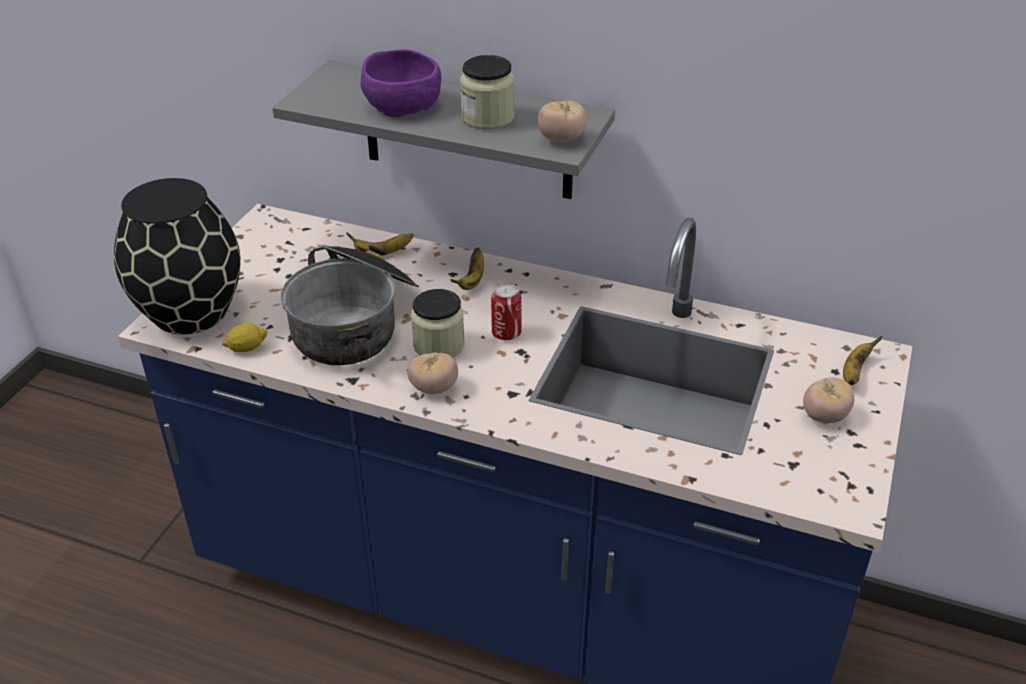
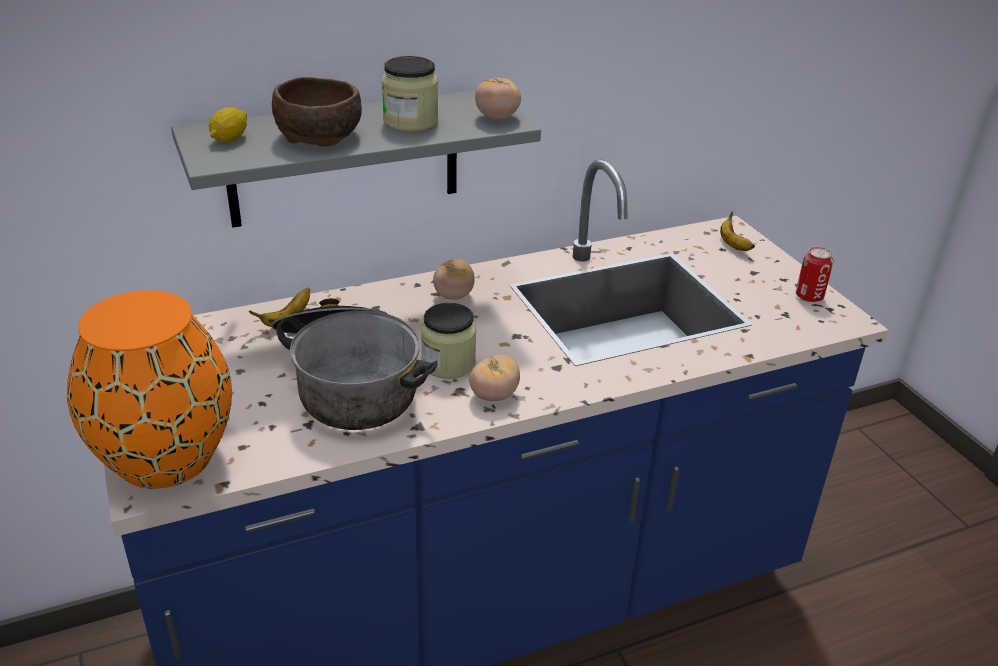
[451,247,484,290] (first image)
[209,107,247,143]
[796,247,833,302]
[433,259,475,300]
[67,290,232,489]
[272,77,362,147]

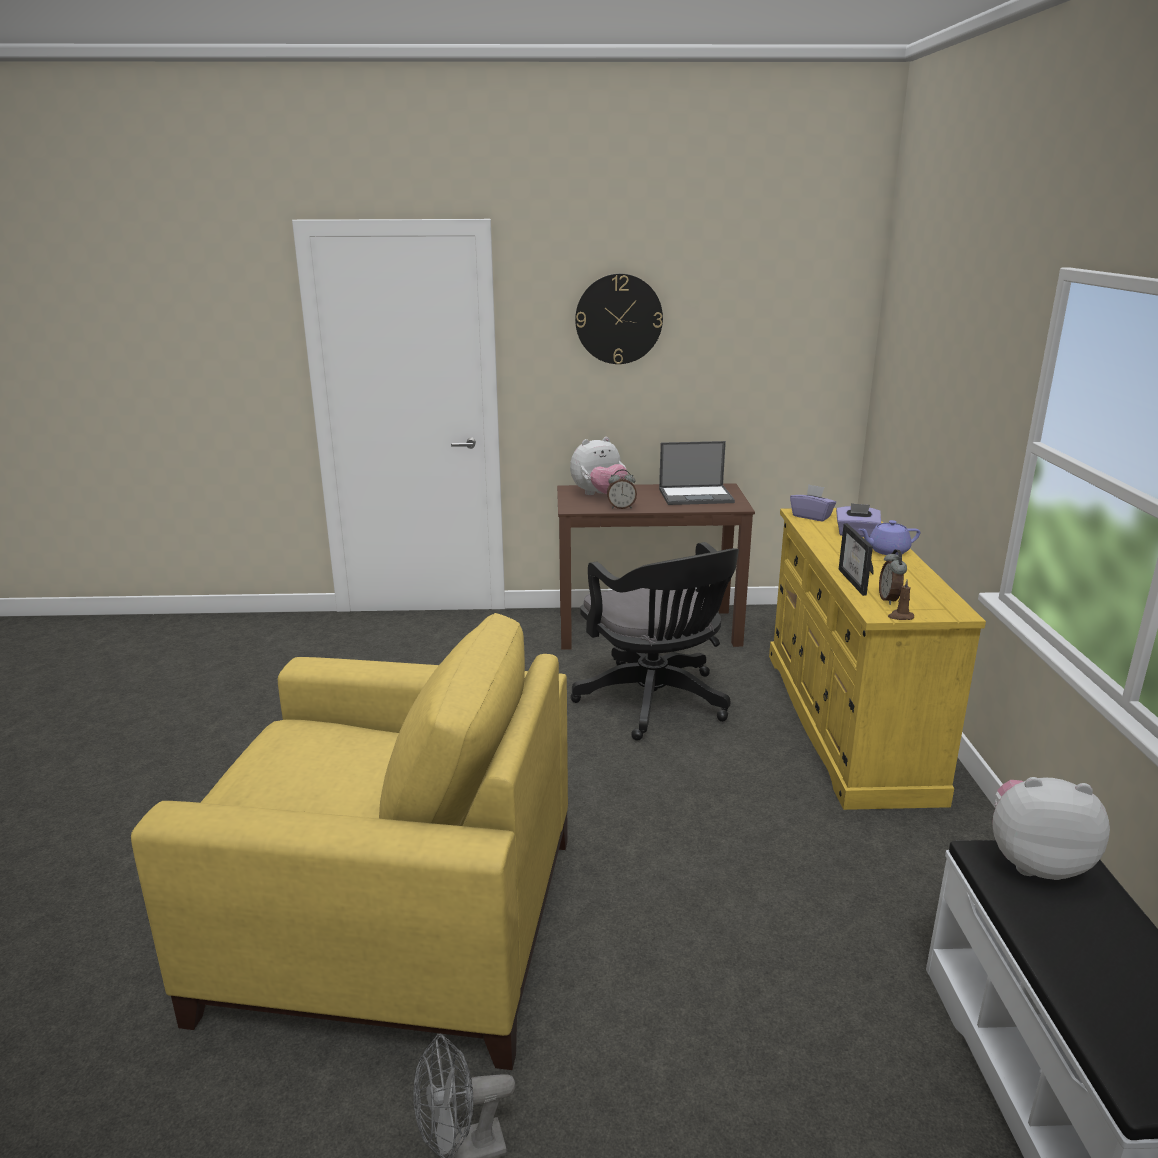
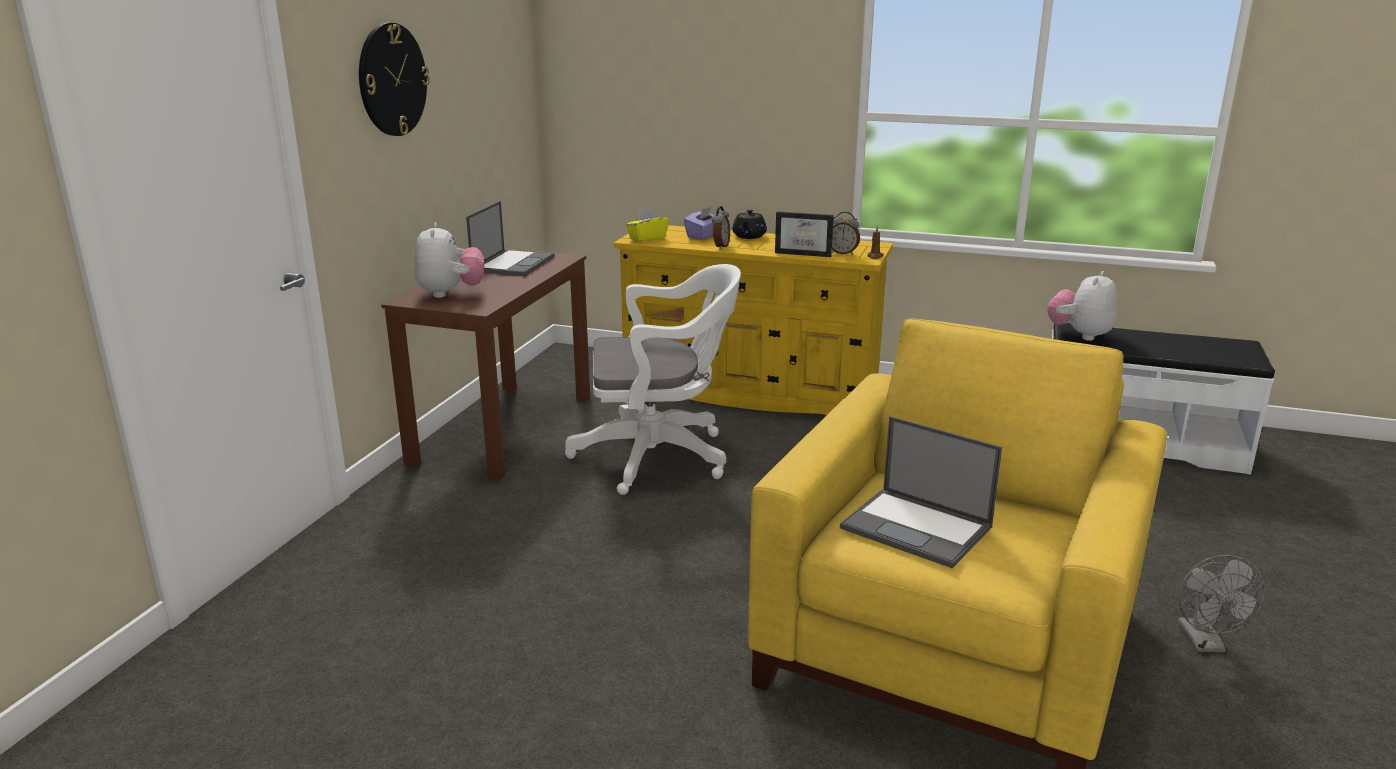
[840,416,1002,568]
[712,206,730,249]
[565,264,741,495]
[626,208,669,242]
[732,209,767,239]

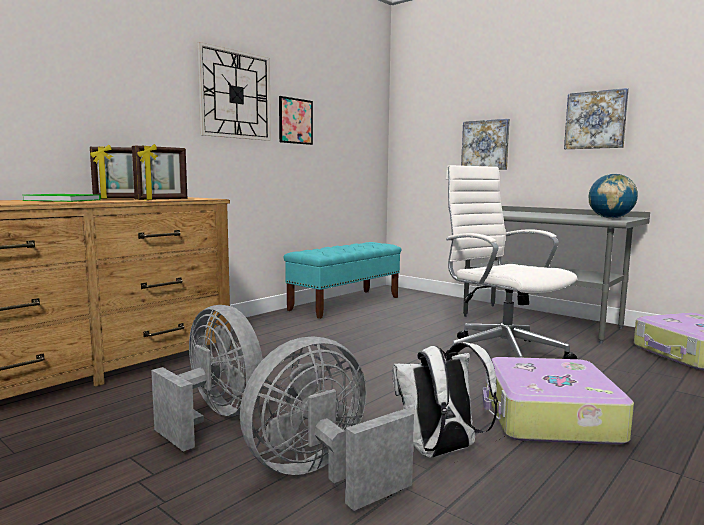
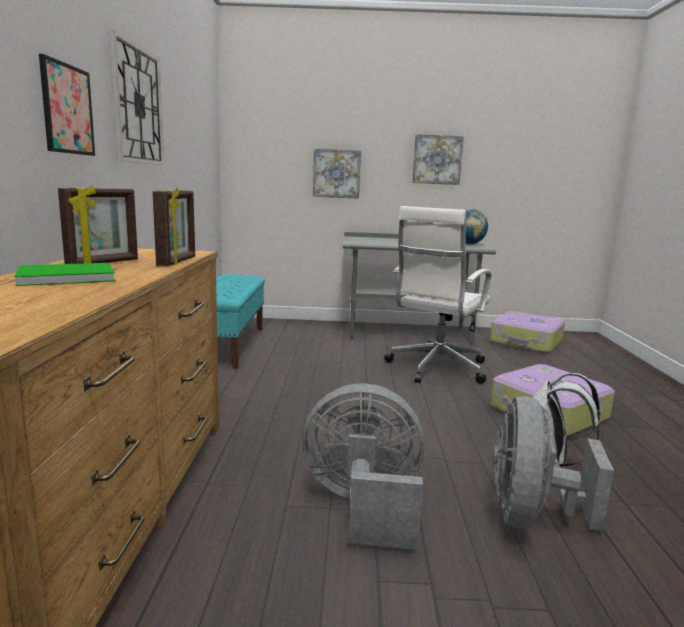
[39,54,95,156]
[384,206,491,384]

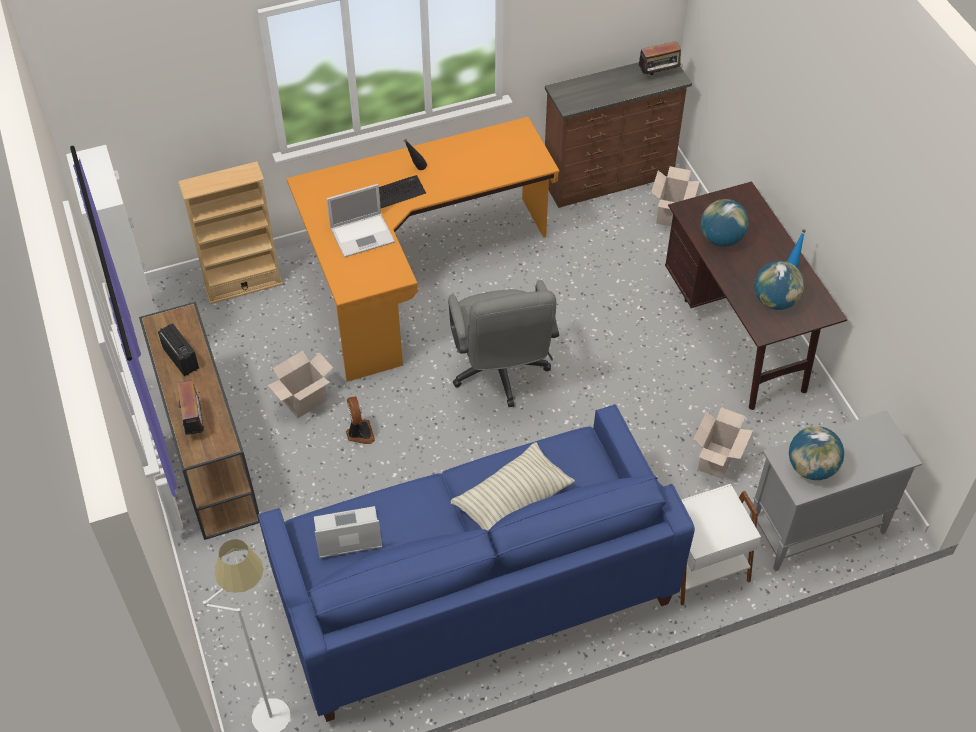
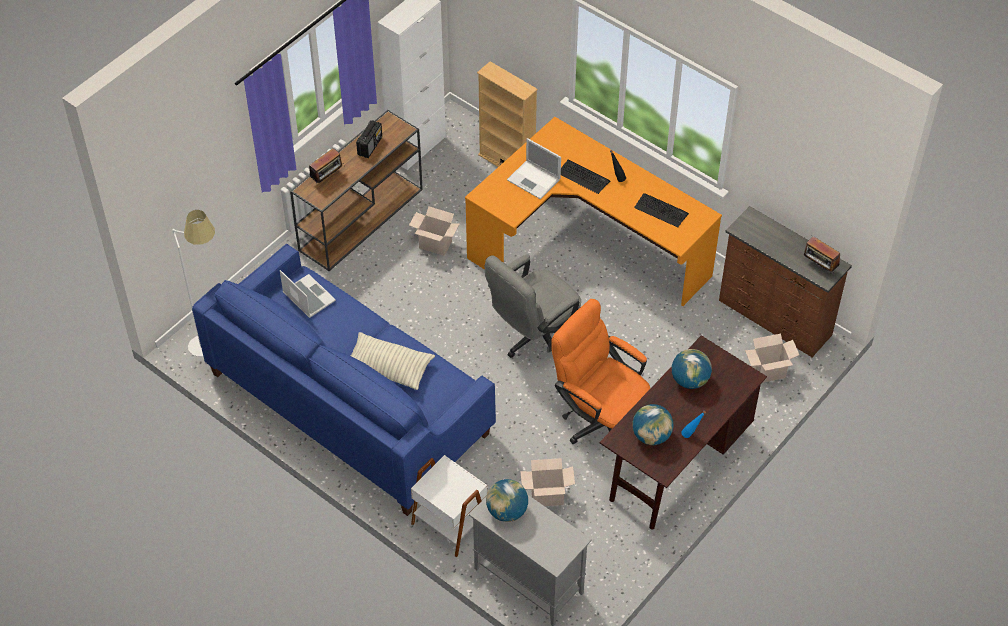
[346,396,375,444] (first image)
[552,299,650,460]
[634,193,689,227]

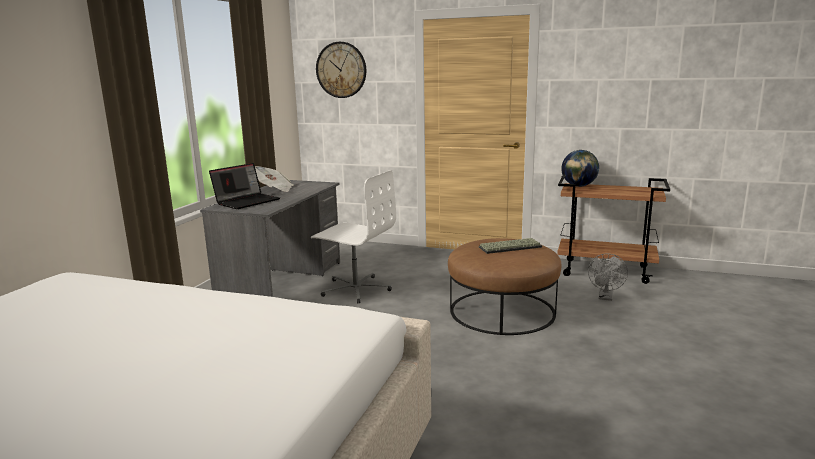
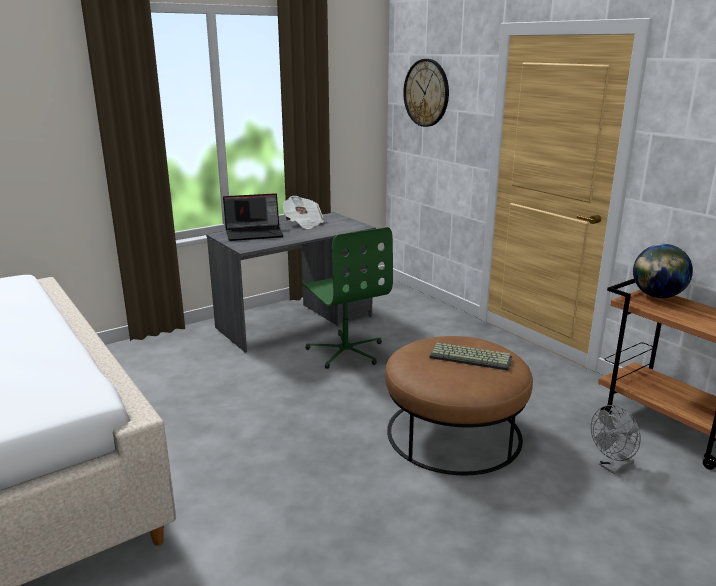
[303,227,393,369]

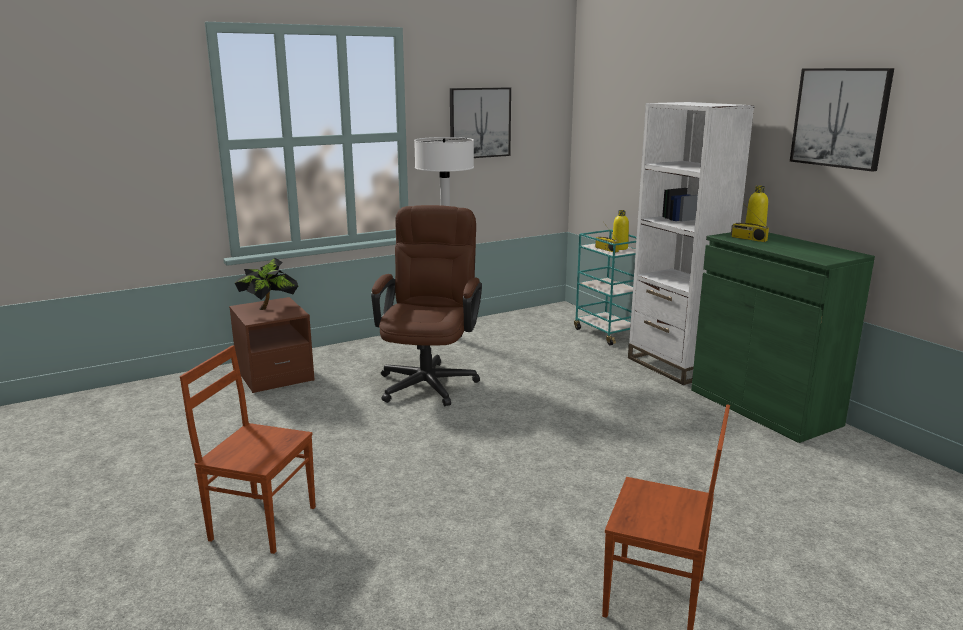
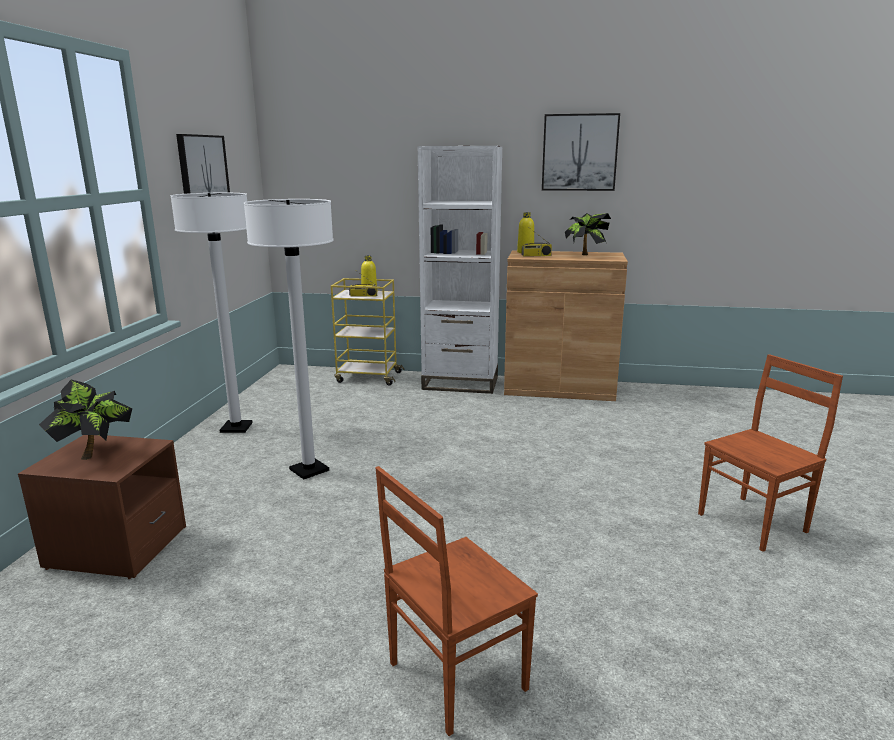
[565,213,611,255]
[244,199,334,479]
[331,278,405,385]
[504,250,628,401]

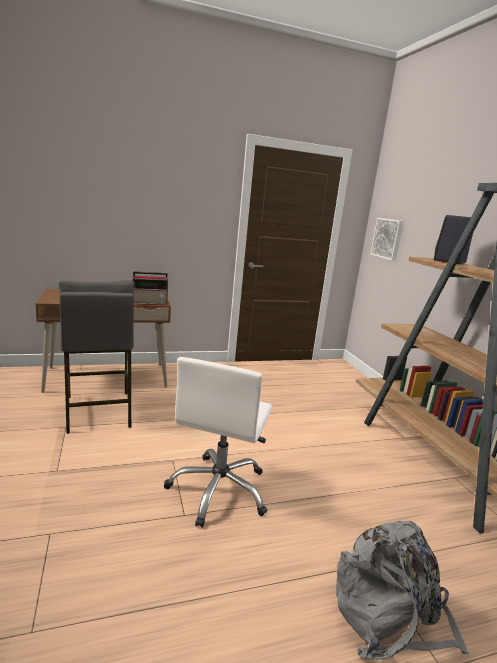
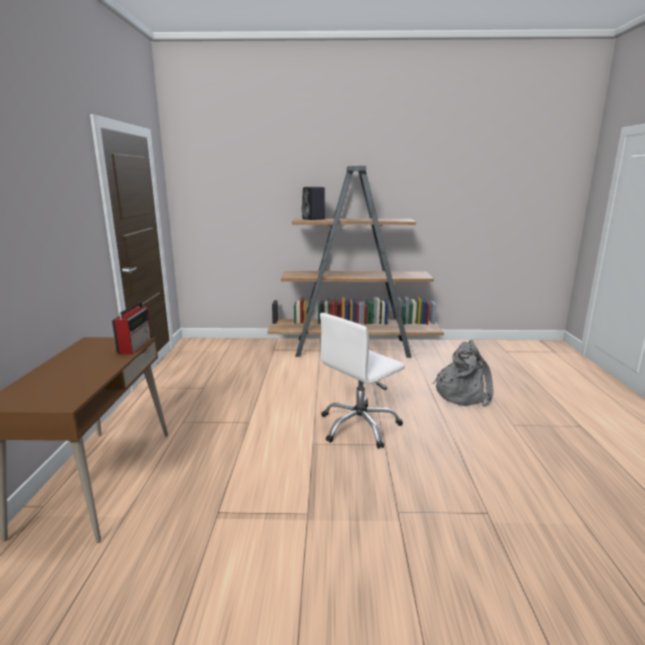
[59,280,134,434] (first image)
[370,218,404,261] (first image)
[320,313,405,449]

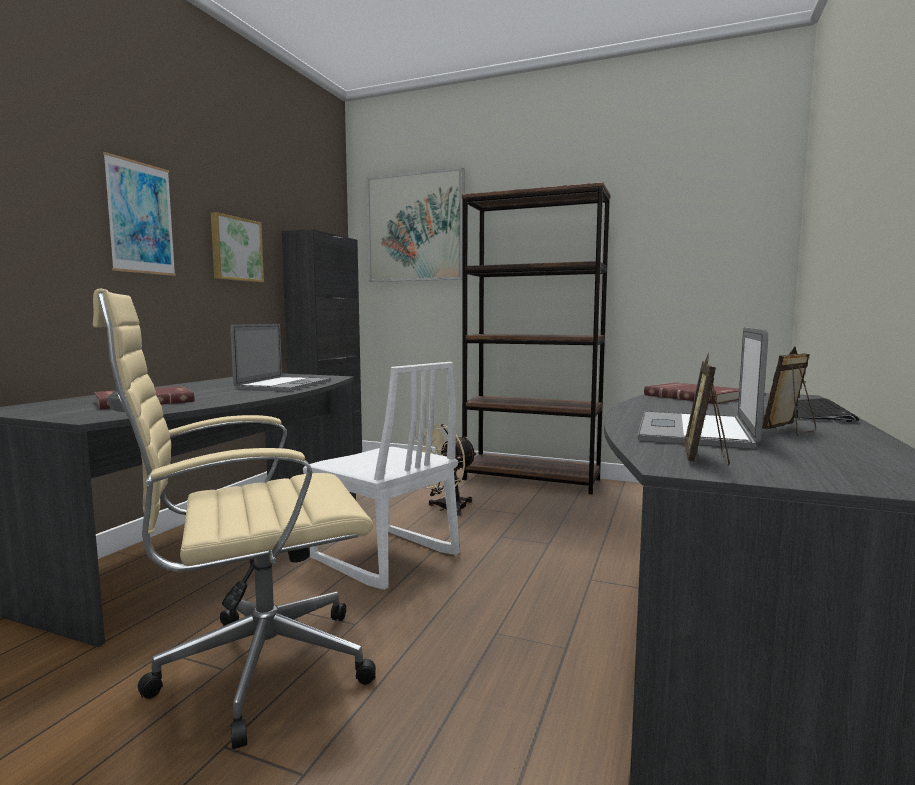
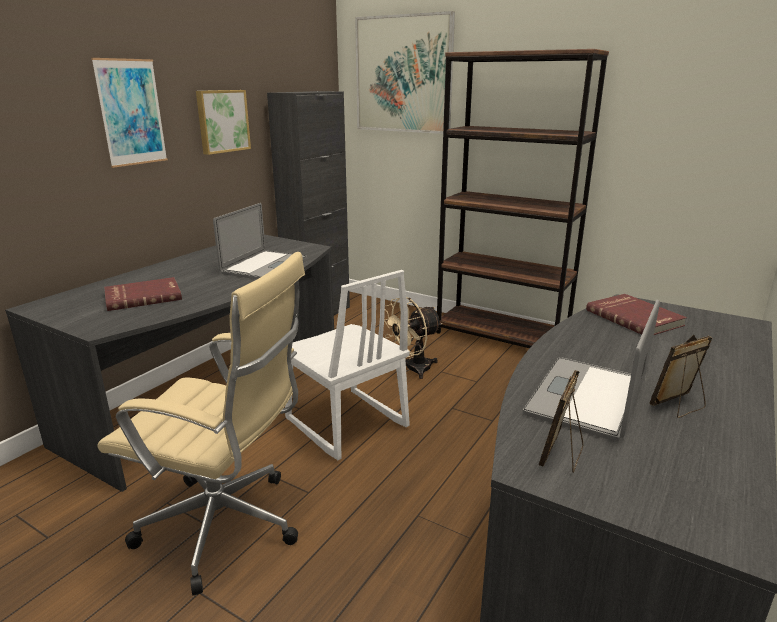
[794,398,859,422] (first image)
[97,252,305,596]

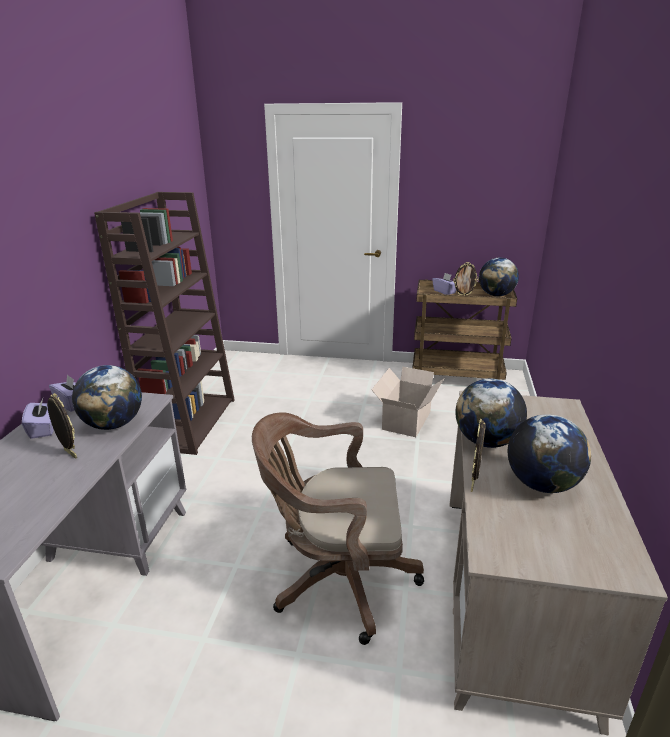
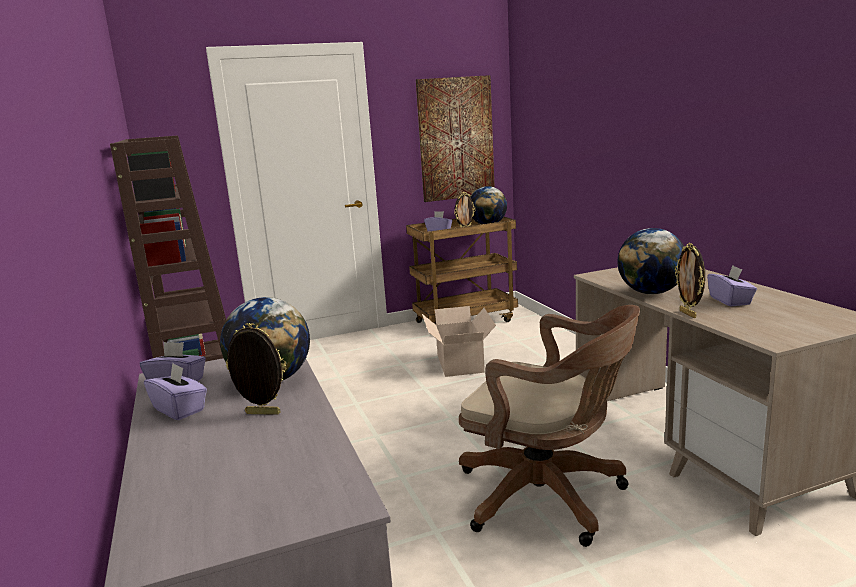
[416,75,495,202]
[707,265,757,307]
[459,305,640,547]

